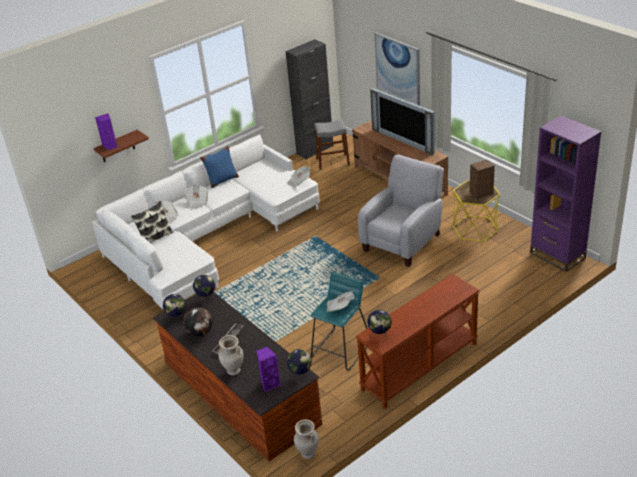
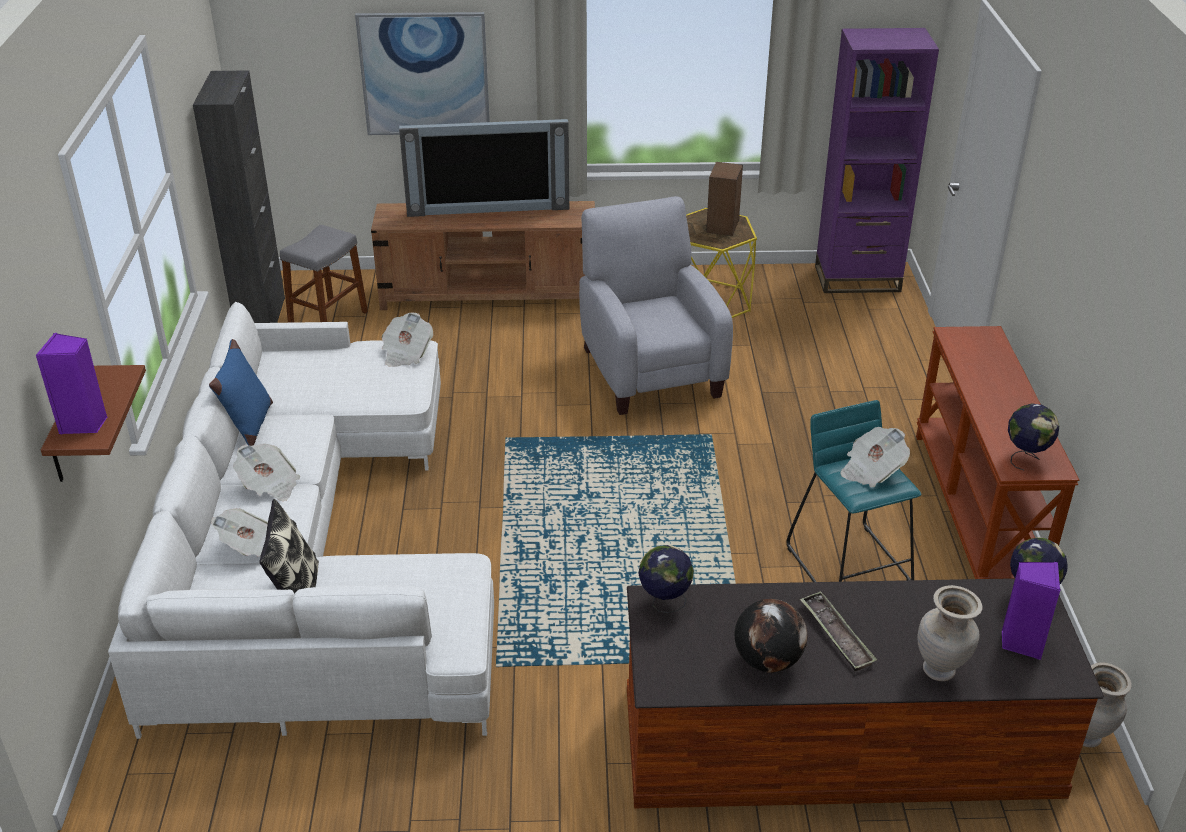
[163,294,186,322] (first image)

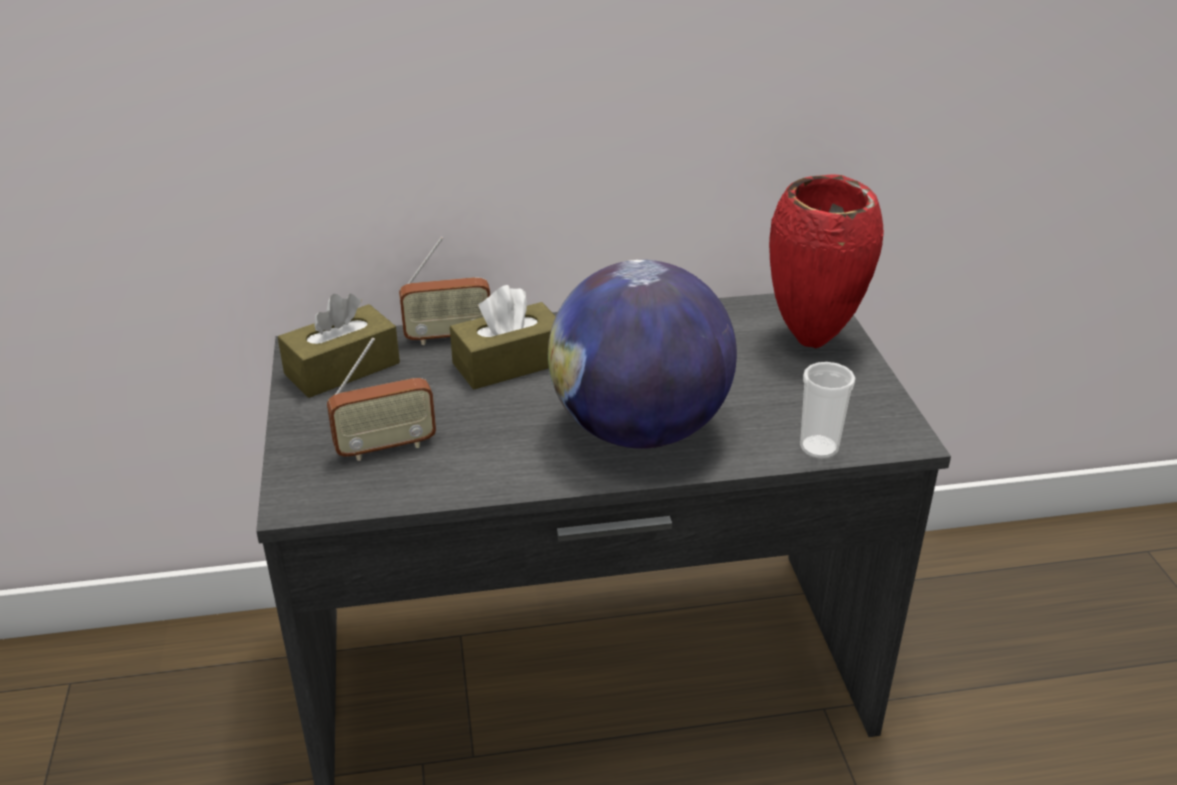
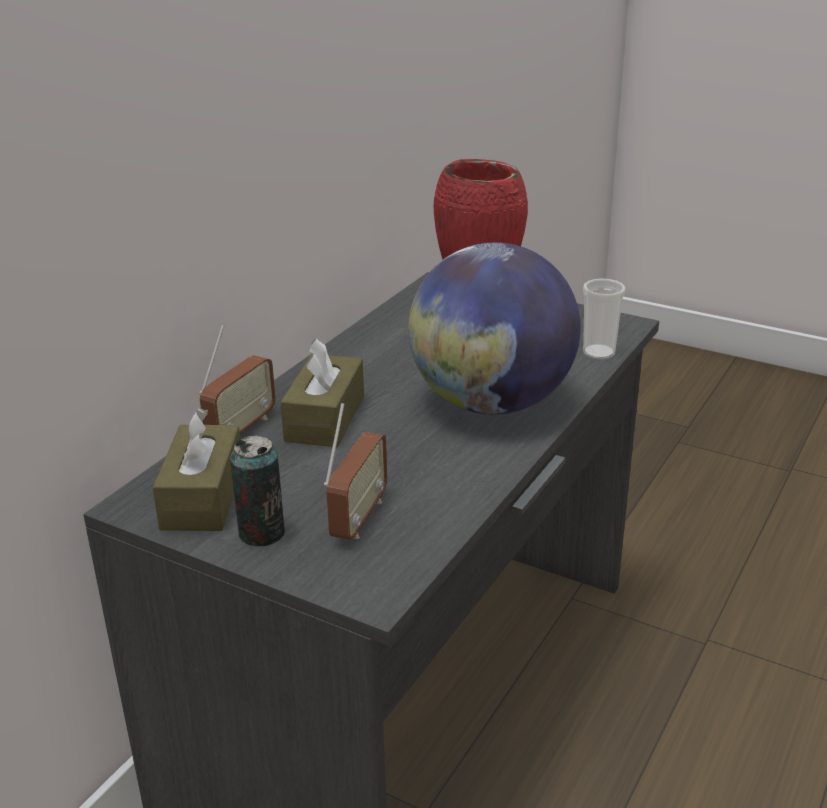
[230,435,285,546]

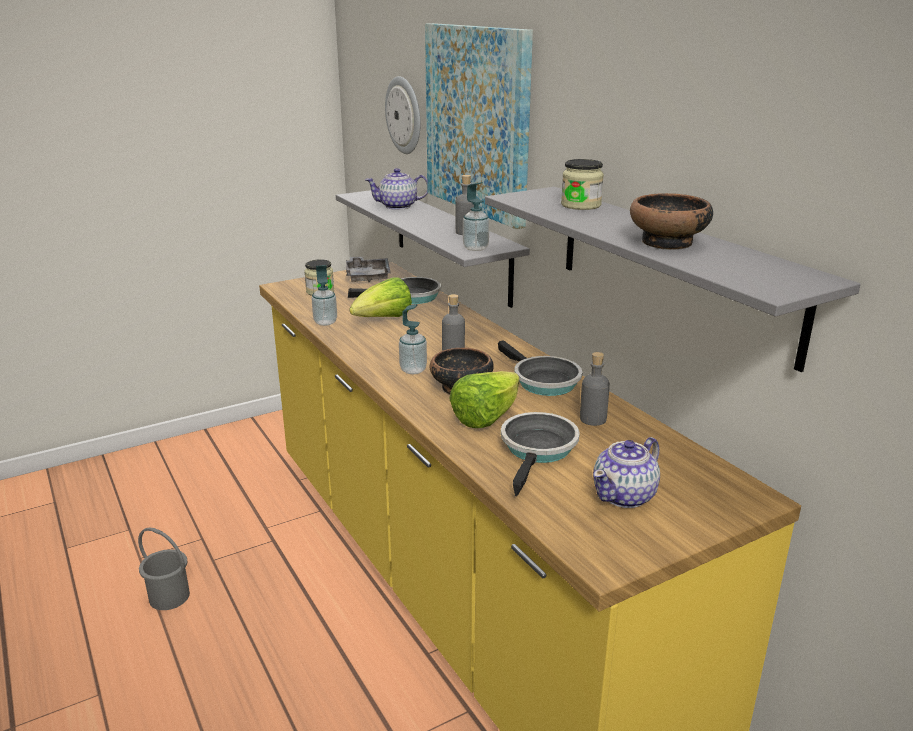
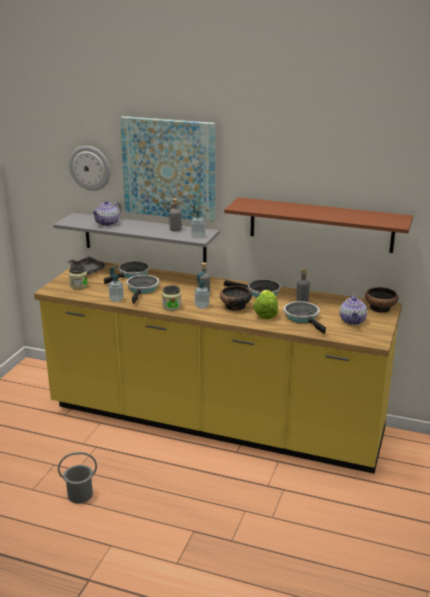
[162,285,181,311]
[365,287,398,313]
[126,275,159,304]
[224,197,413,253]

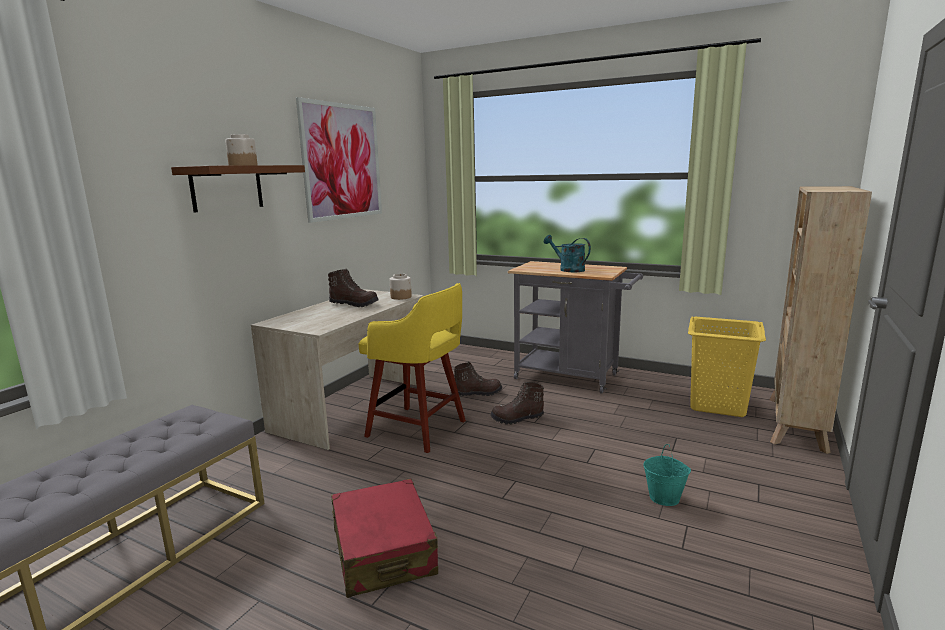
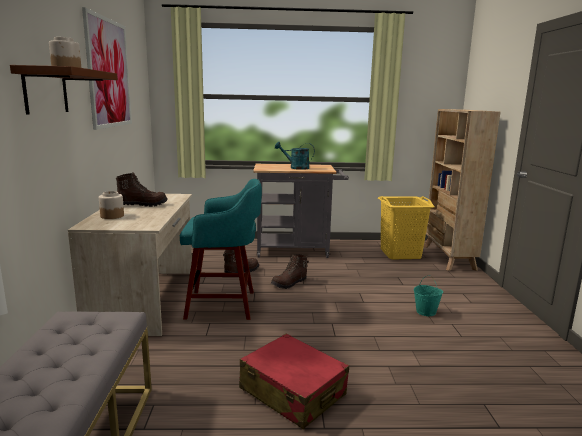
[99,191,124,219]
[180,179,262,320]

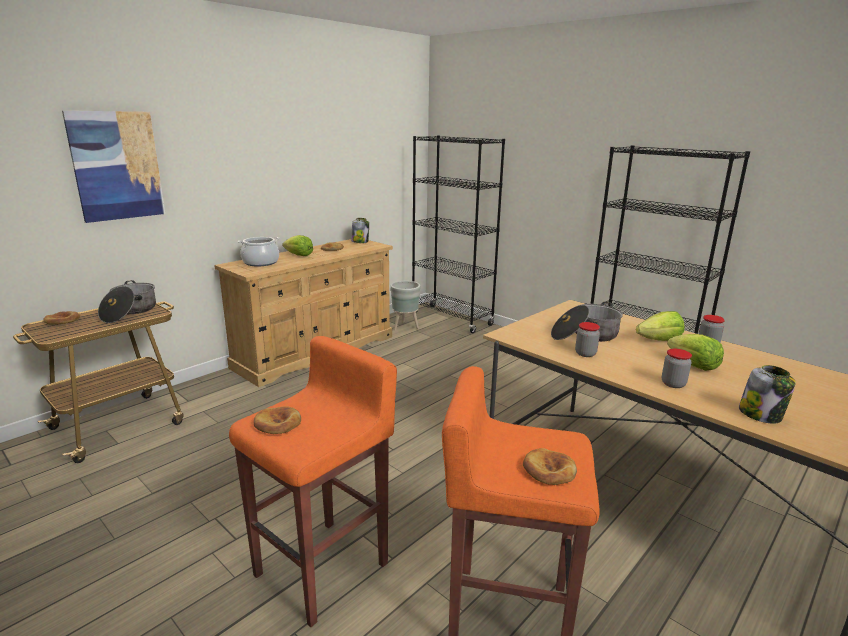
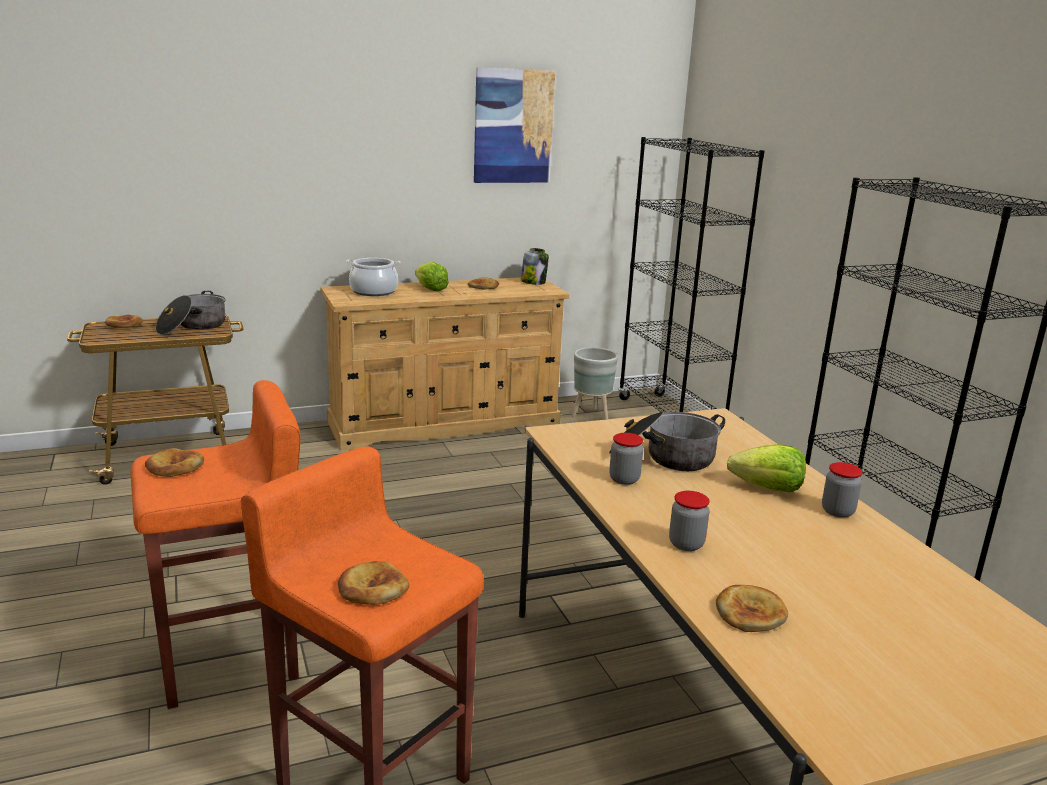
[667,334,724,371] (first image)
[474,67,555,183]
[716,585,788,632]

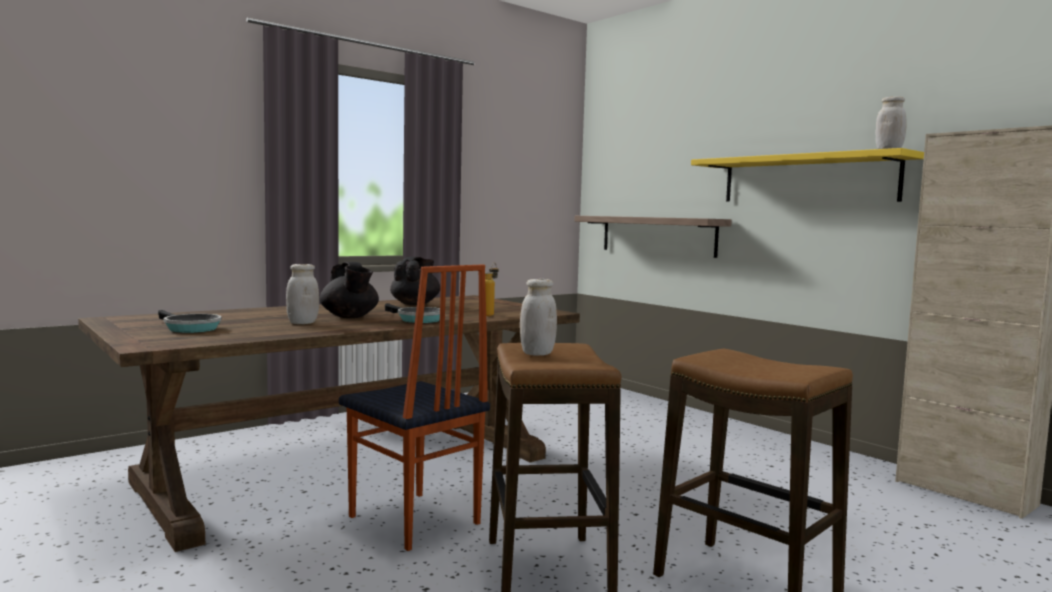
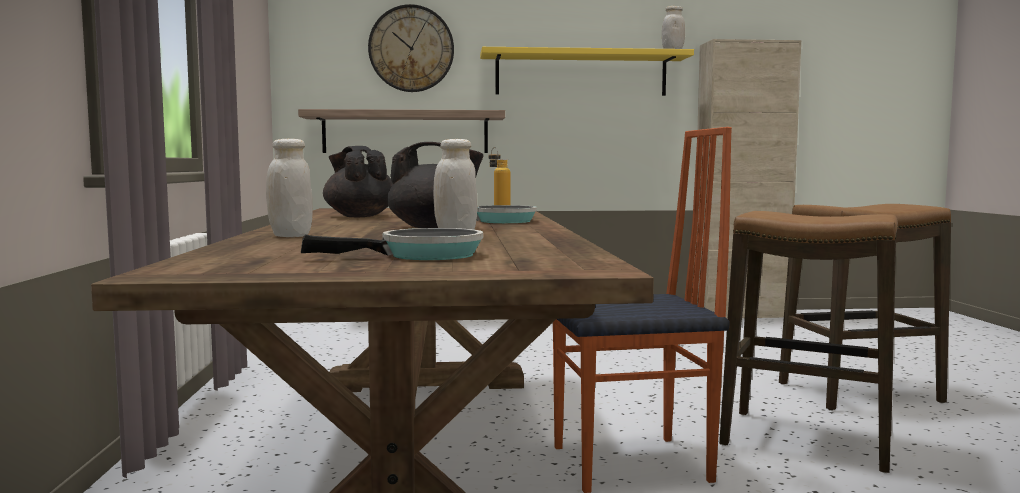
[368,4,454,92]
[266,139,313,237]

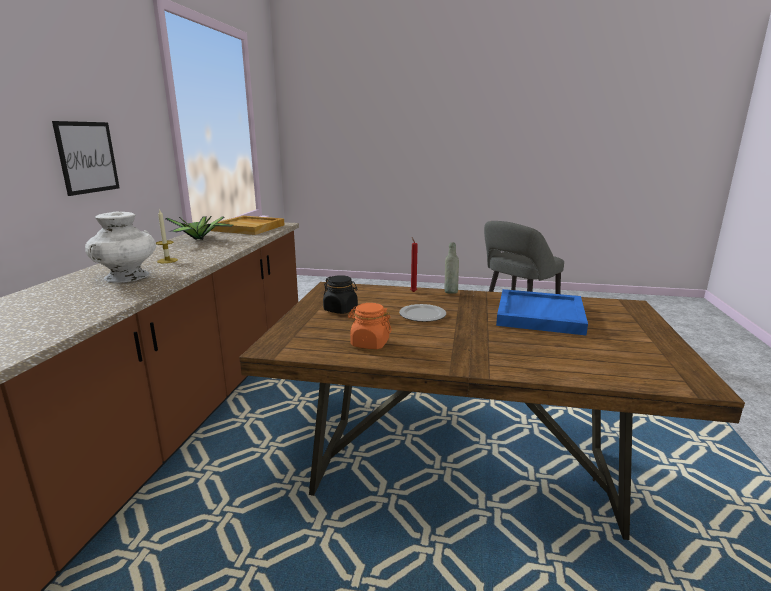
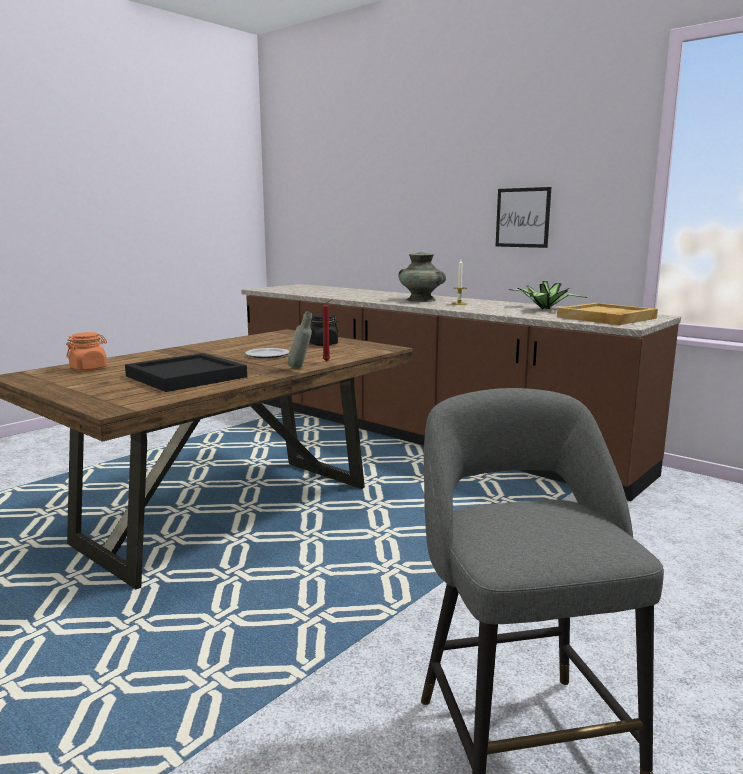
[66,332,107,371]
[398,252,446,302]
[125,353,247,392]

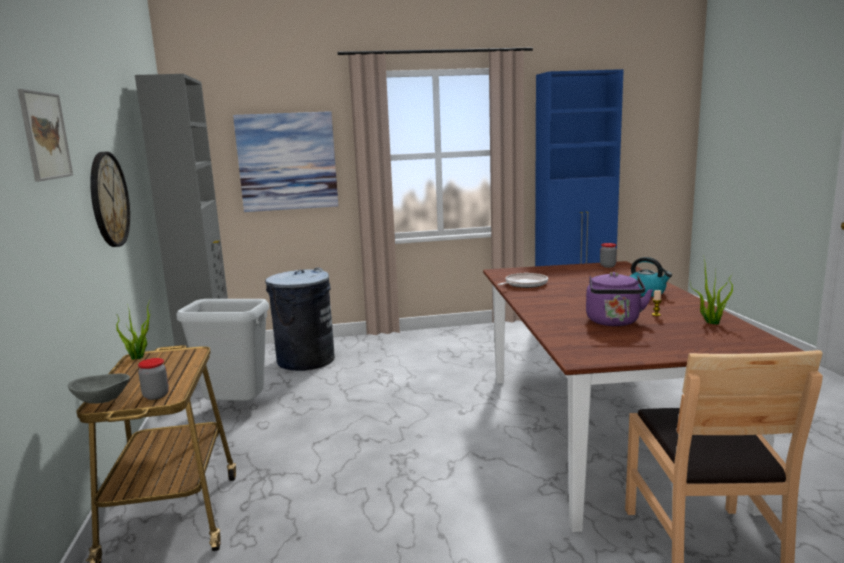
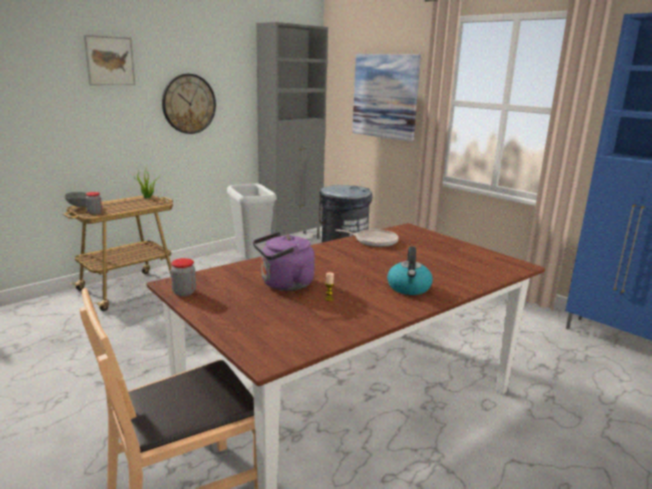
[690,259,733,325] (first image)
[171,258,196,296]

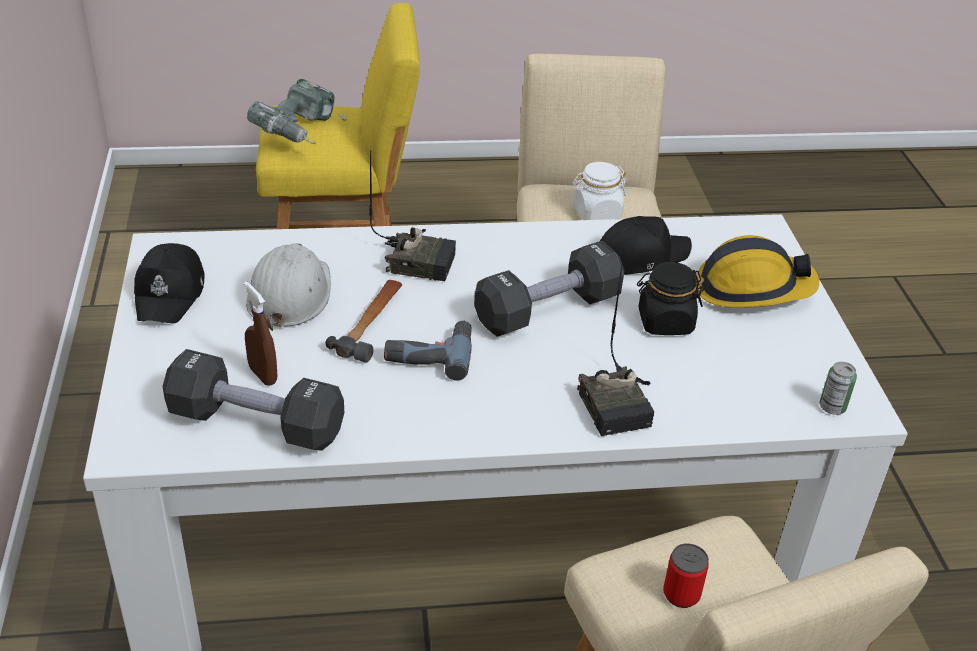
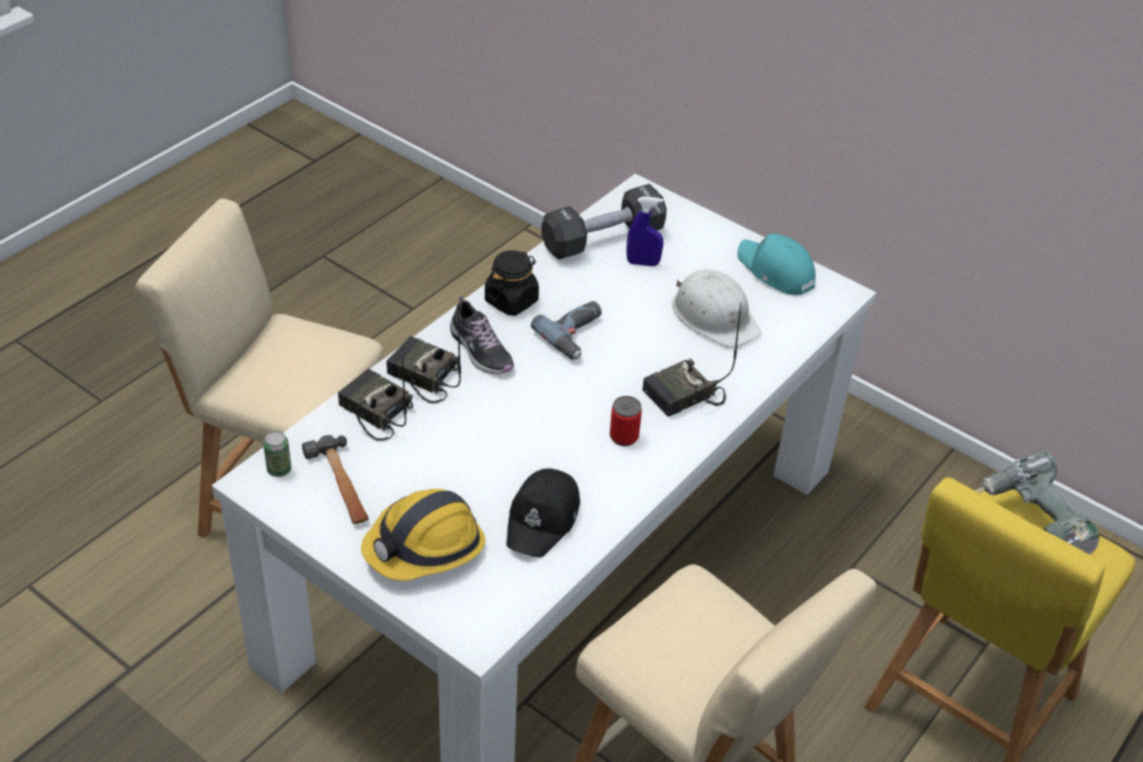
[474,241,624,337] (first image)
[572,162,627,220] (first image)
[338,355,413,441]
[450,296,514,374]
[302,435,369,524]
[485,250,539,316]
[610,396,642,446]
[738,233,816,295]
[626,196,663,266]

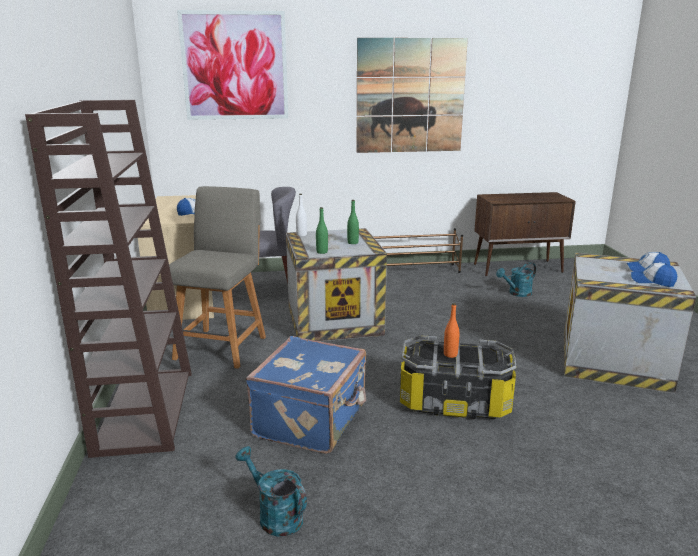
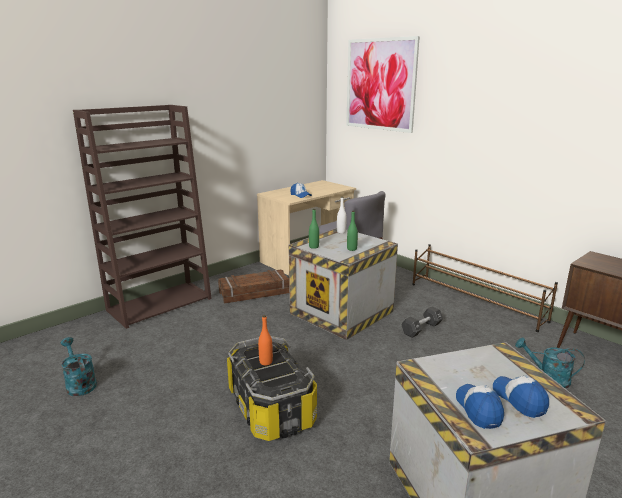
[246,336,366,454] (first image)
[357,38,468,153] (first image)
[401,307,443,338]
[218,270,289,304]
[61,337,97,396]

